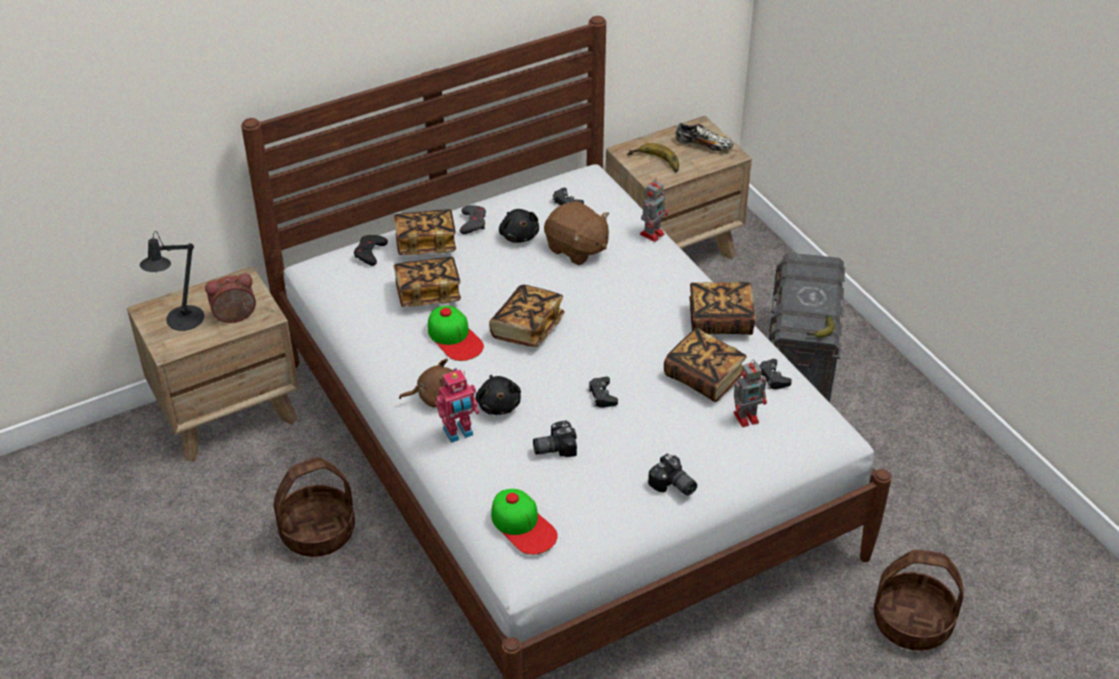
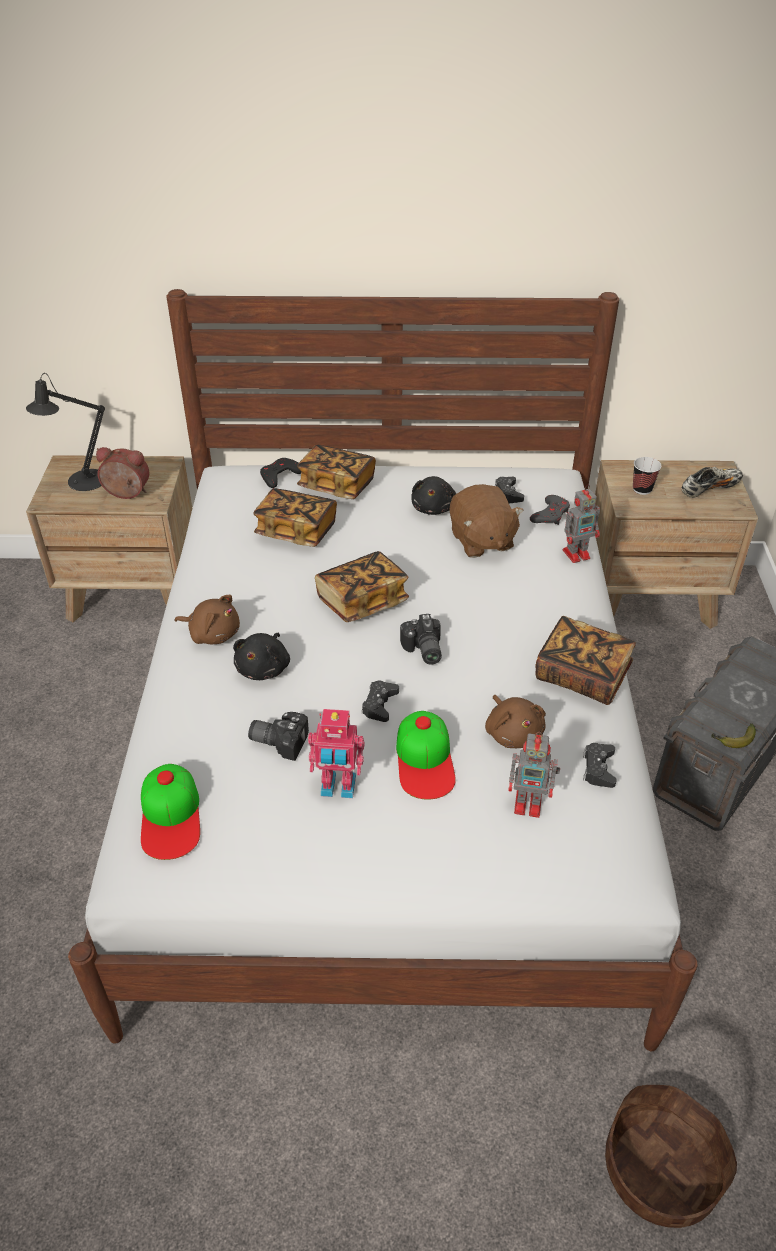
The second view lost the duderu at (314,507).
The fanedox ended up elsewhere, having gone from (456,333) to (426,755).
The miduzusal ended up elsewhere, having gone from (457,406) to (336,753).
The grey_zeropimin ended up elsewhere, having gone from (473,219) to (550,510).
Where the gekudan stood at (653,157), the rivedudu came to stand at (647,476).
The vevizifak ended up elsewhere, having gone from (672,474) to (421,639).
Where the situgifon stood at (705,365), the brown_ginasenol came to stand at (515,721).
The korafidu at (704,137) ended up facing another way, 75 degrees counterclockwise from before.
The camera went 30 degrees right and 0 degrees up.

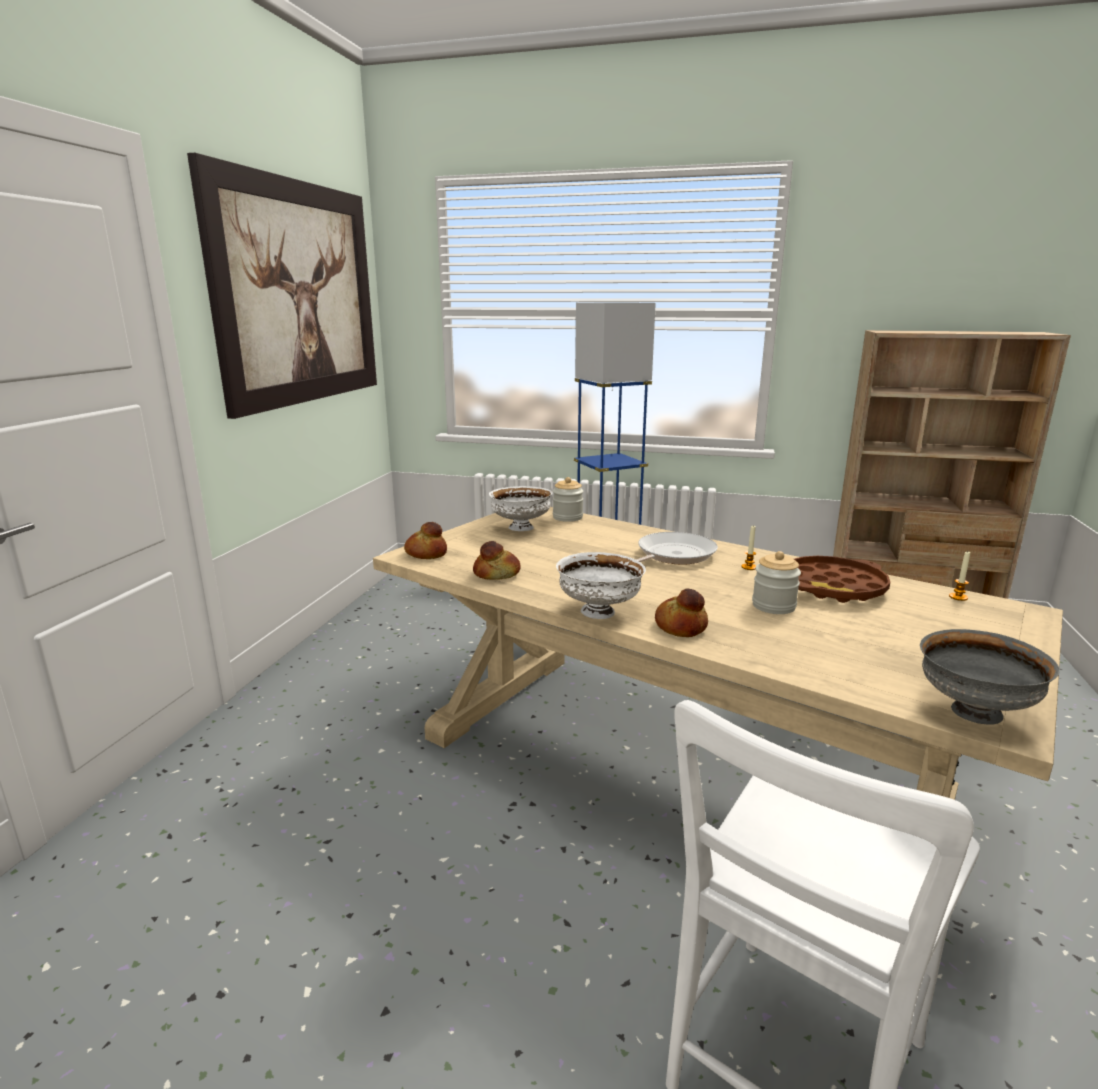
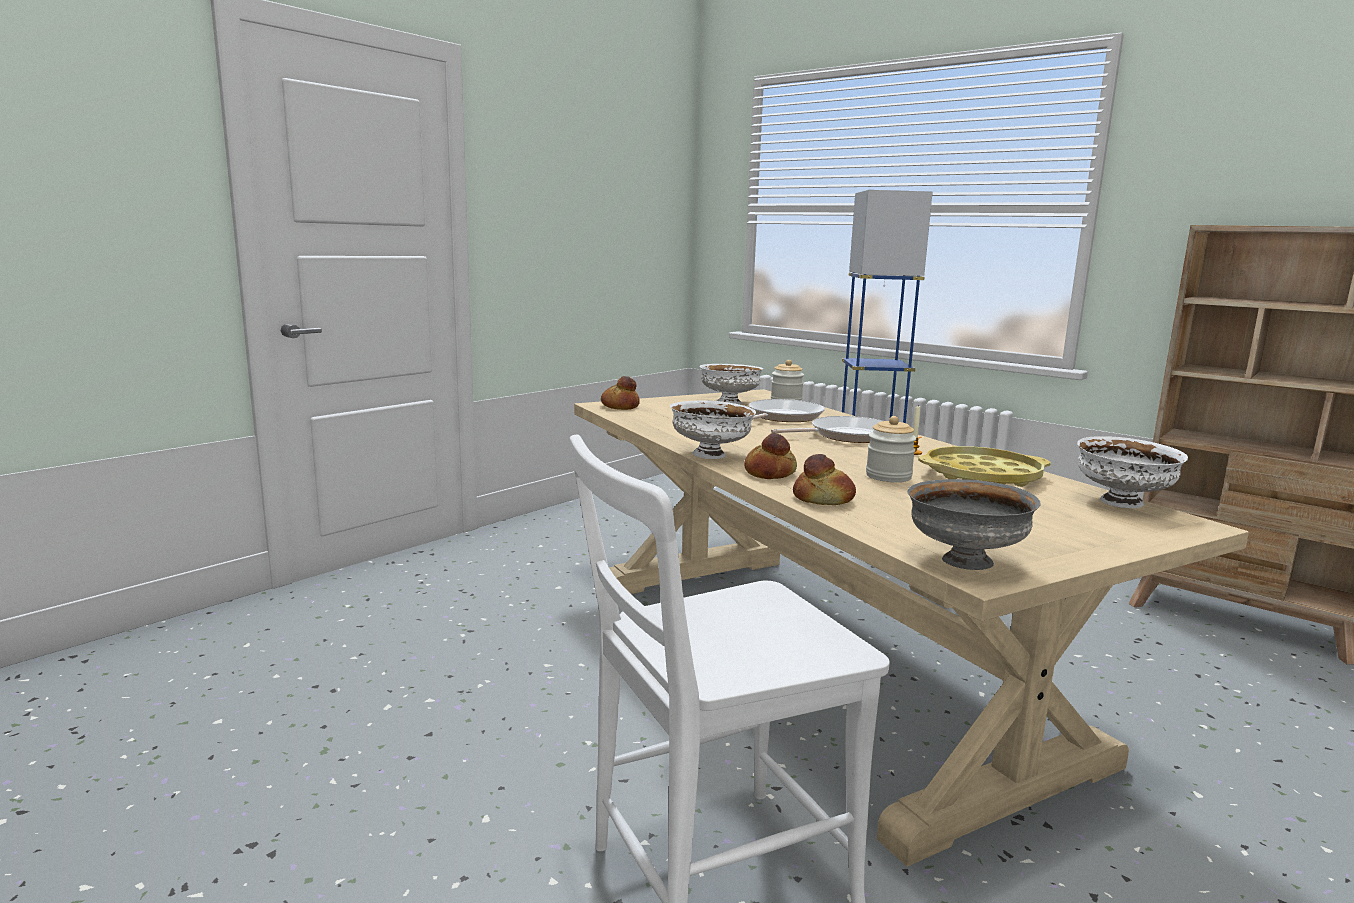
The second view lost the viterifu at (282,286).
The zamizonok ended up elsewhere, having gone from (497,560) to (824,479).
What was the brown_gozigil at (842,579) turned into the yellow_gozigil at (984,466).
Where the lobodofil stood at (960,576), the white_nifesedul came to stand at (1132,472).
The second view gained the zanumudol at (787,410).
The camera went 25 degrees right and 5 degrees down.

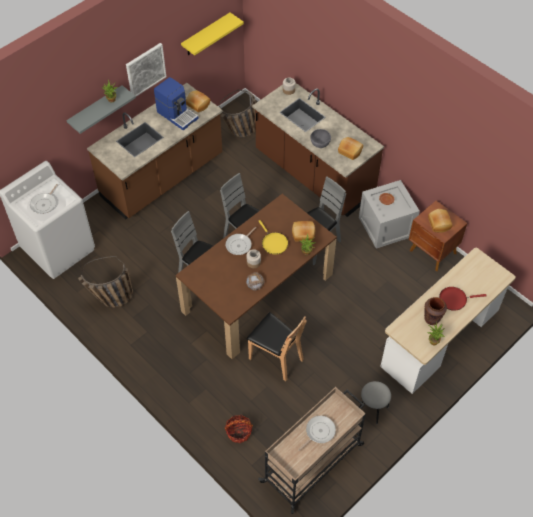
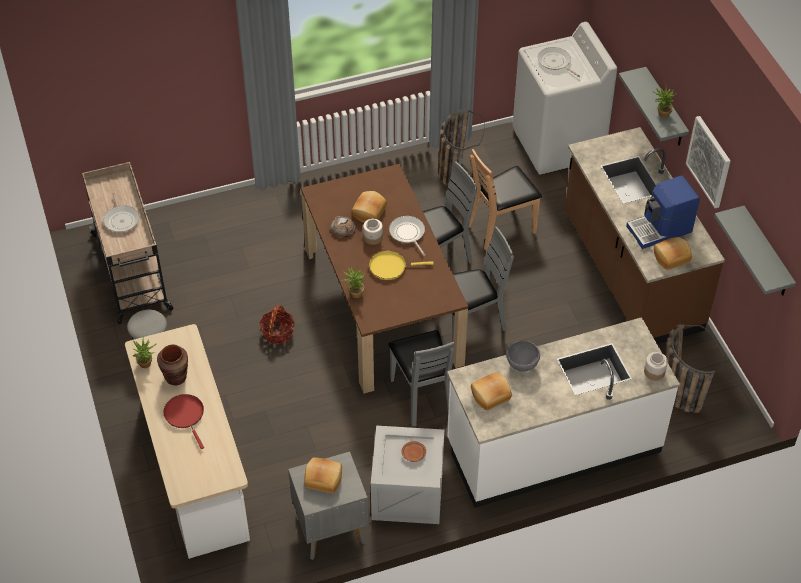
What was the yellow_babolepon at (212,34) turned into the grey_babolepon at (755,251).
The duderu ended up elsewhere, having gone from (239,429) to (277,324).
The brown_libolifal ended up elsewhere, having gone from (277,346) to (505,200).
What was the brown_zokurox at (318,150) turned into the white_zokurox at (563,412).
The zamizonok ended up elsewhere, having gone from (303,231) to (369,207).
What was the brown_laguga at (438,236) turned into the grey_laguga at (328,506).
The red_zanumudol at (463,299) ended up facing another way, 45 degrees counterclockwise from before.
The camera went 115 degrees right and 5 degrees down.

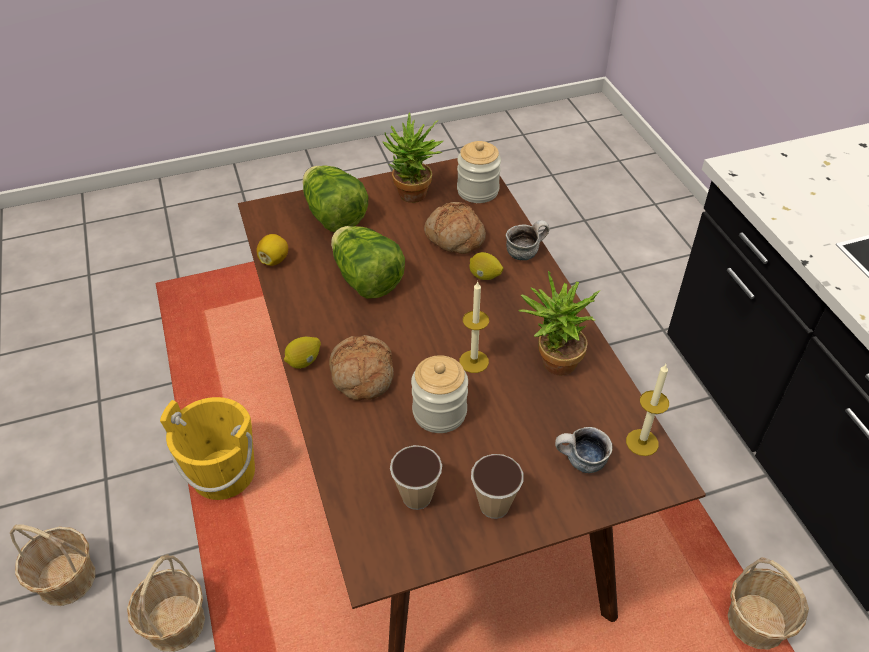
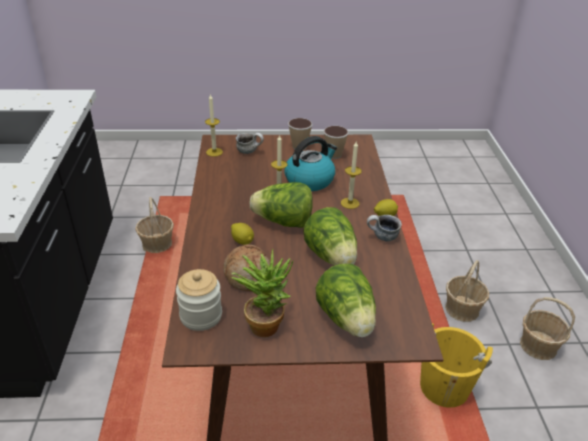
The second view lost the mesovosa at (272,250).
Where the zamizonok stood at (361,368), the lobodofil came to stand at (351,175).
Where the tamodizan stood at (439,394), the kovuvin came to stand at (310,163).
The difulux ended up elsewhere, having gone from (528,240) to (384,228).
The second view lost the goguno at (559,323).
The second view gained the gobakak at (281,205).
The camera went 165 degrees left and 10 degrees down.

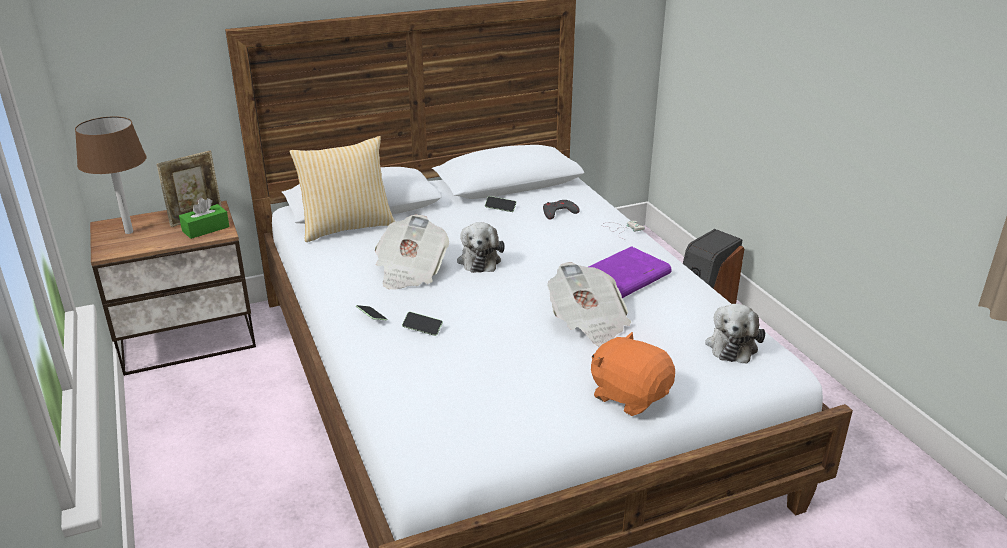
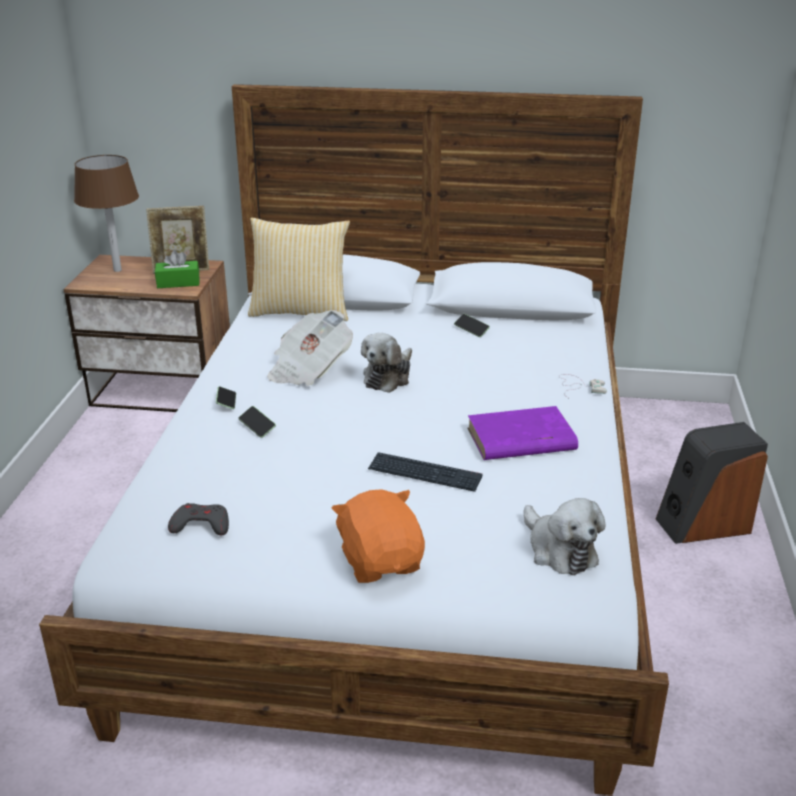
The grey_zeropimin ended up elsewhere, having gone from (561,209) to (198,519).
Where the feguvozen stood at (589,304), the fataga came to stand at (425,472).
The ginasenol at (735,334) ended up facing another way, 75 degrees counterclockwise from before.
The camera went 30 degrees right and 0 degrees up.

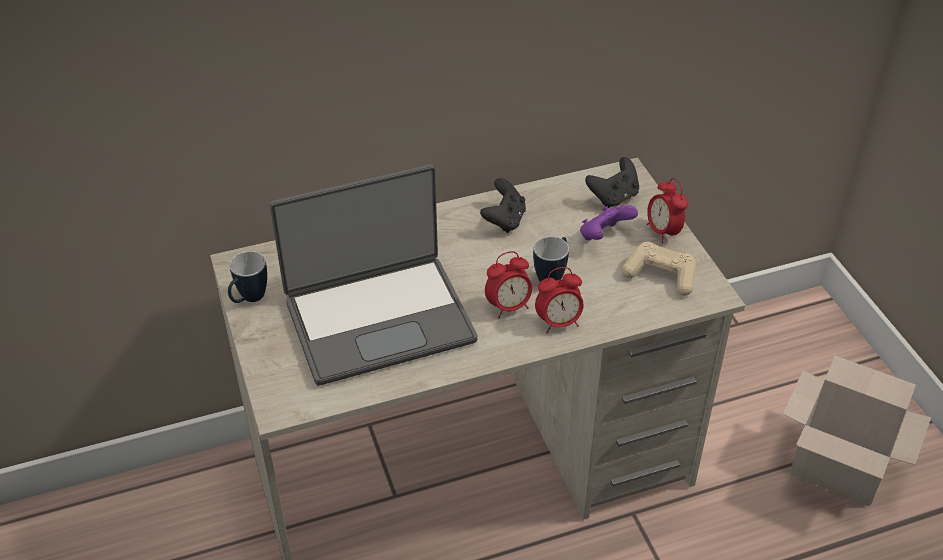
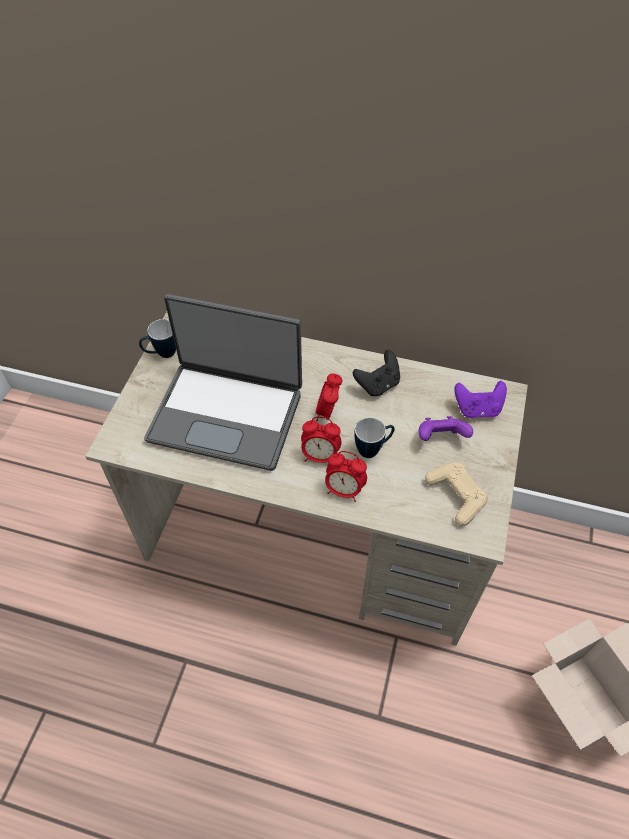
What was the black_zeropimin at (612,182) turned into the purple_zeropimin at (480,400).
The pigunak ended up elsewhere, having gone from (667,211) to (328,397).
The camera went 35 degrees right and 10 degrees up.

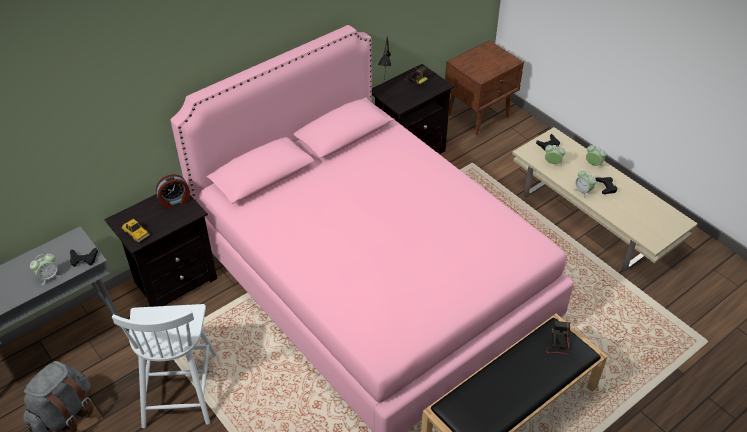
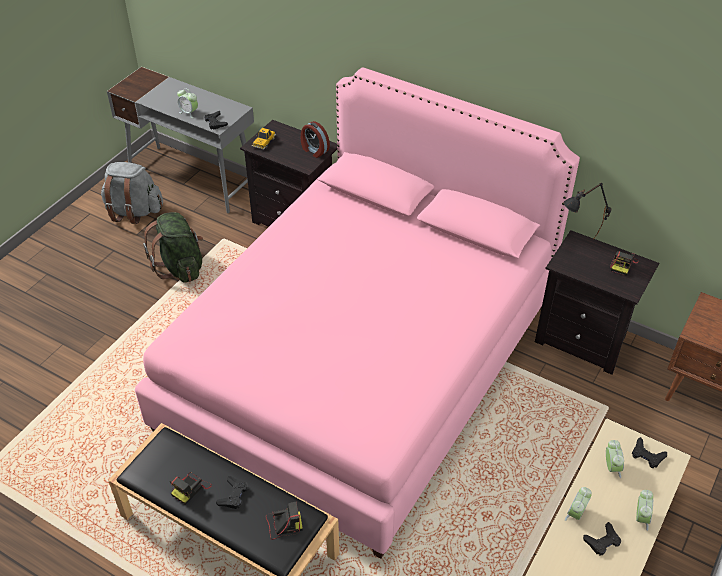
Where the white_libolifal stood at (164,366), the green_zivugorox came to stand at (173,247).
The second view gained the vevizifak at (191,488).
The second view gained the black_zeropimin at (232,492).
The camera went 70 degrees right and 0 degrees up.

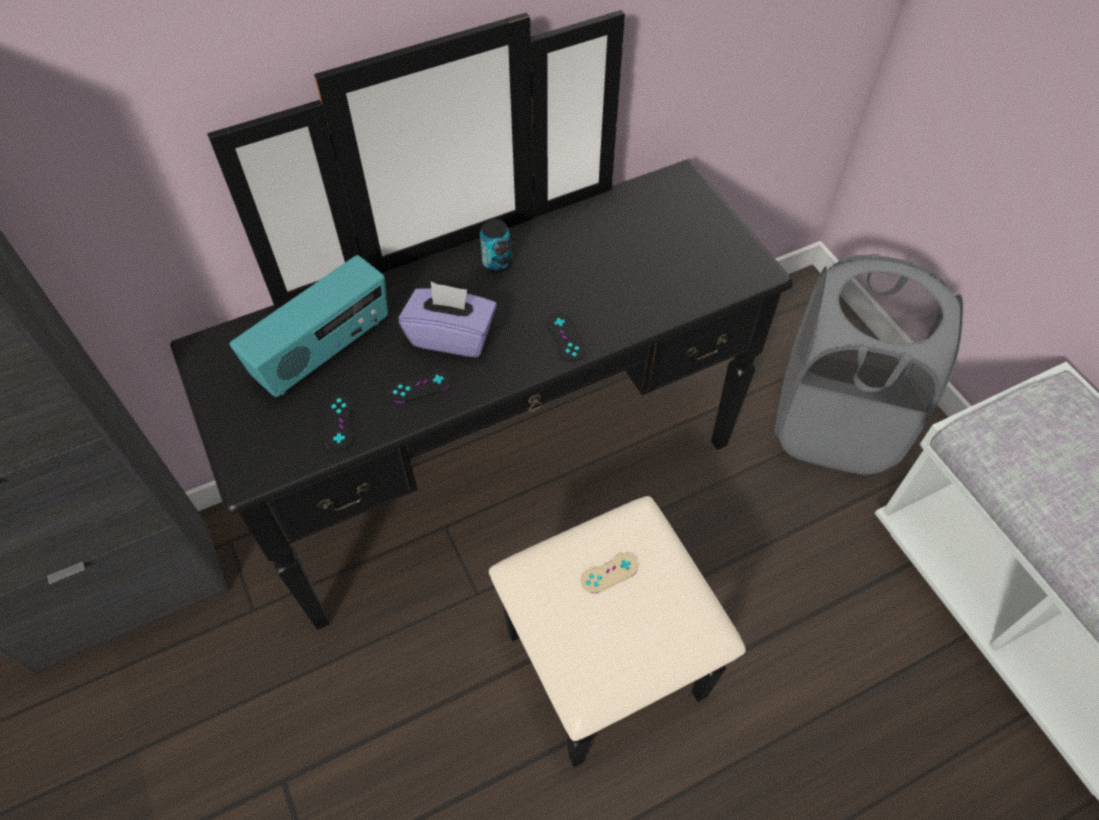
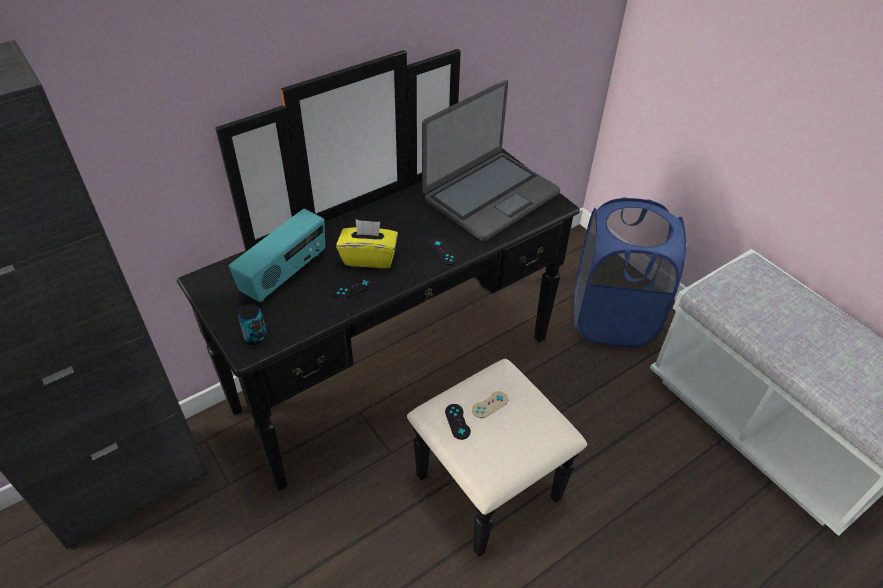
The black_zeropimin ended up elsewhere, having gone from (339,422) to (458,422).
What was the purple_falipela at (447,319) turned into the yellow_falipela at (367,243).
The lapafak ended up elsewhere, having gone from (496,246) to (252,324).
What was the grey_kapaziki at (868,364) turned into the blue_kapaziki at (630,272).
The second view gained the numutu at (491,160).
The camera went 10 degrees left and 10 degrees down.

